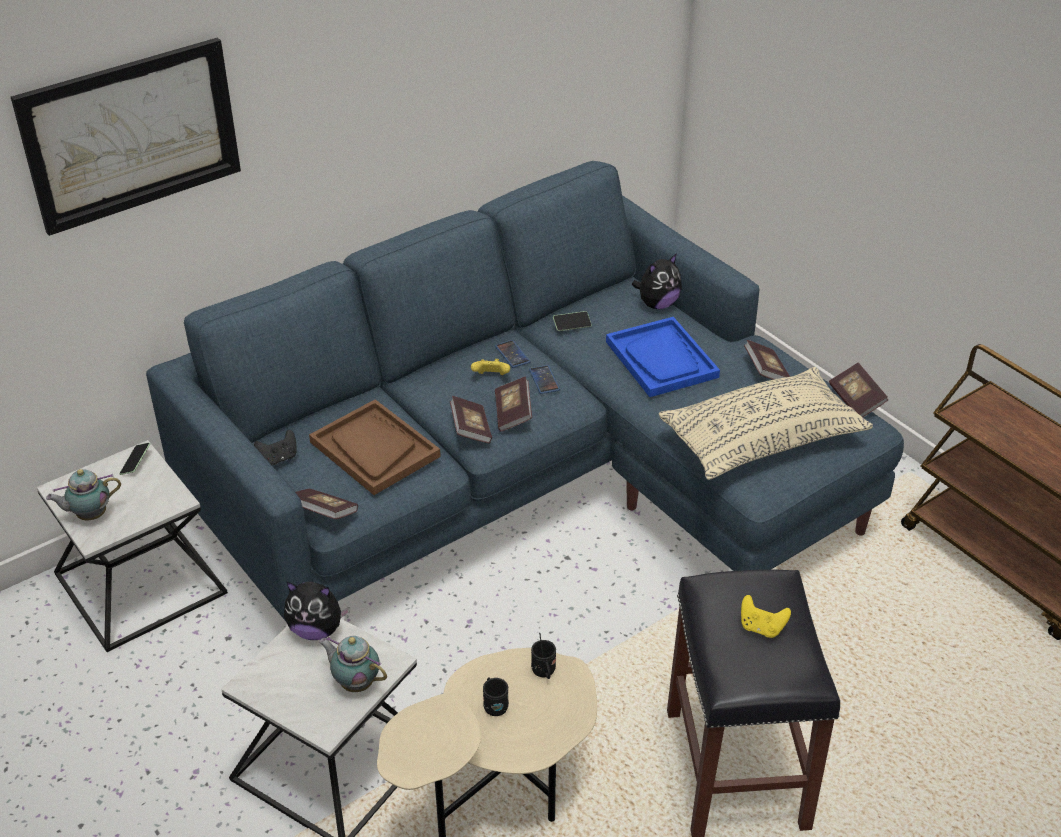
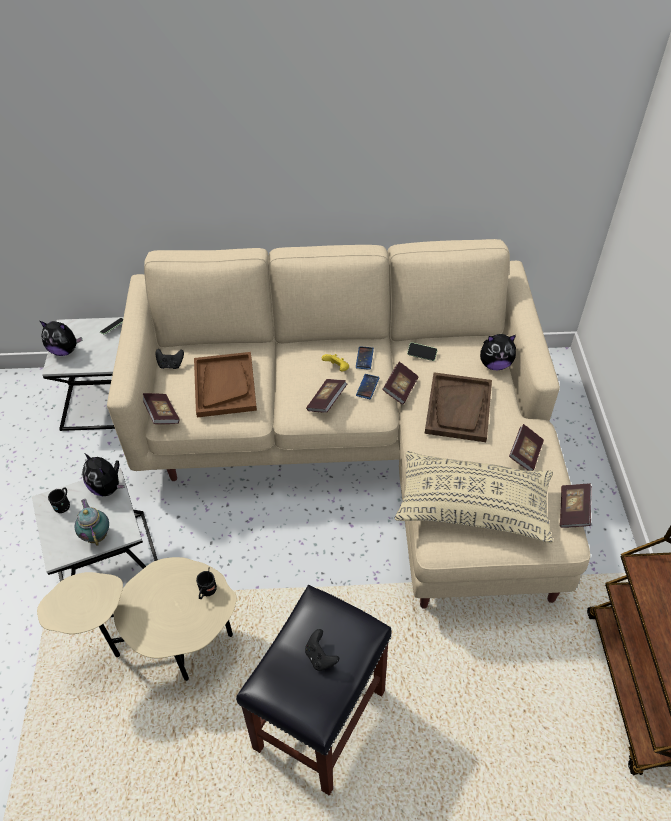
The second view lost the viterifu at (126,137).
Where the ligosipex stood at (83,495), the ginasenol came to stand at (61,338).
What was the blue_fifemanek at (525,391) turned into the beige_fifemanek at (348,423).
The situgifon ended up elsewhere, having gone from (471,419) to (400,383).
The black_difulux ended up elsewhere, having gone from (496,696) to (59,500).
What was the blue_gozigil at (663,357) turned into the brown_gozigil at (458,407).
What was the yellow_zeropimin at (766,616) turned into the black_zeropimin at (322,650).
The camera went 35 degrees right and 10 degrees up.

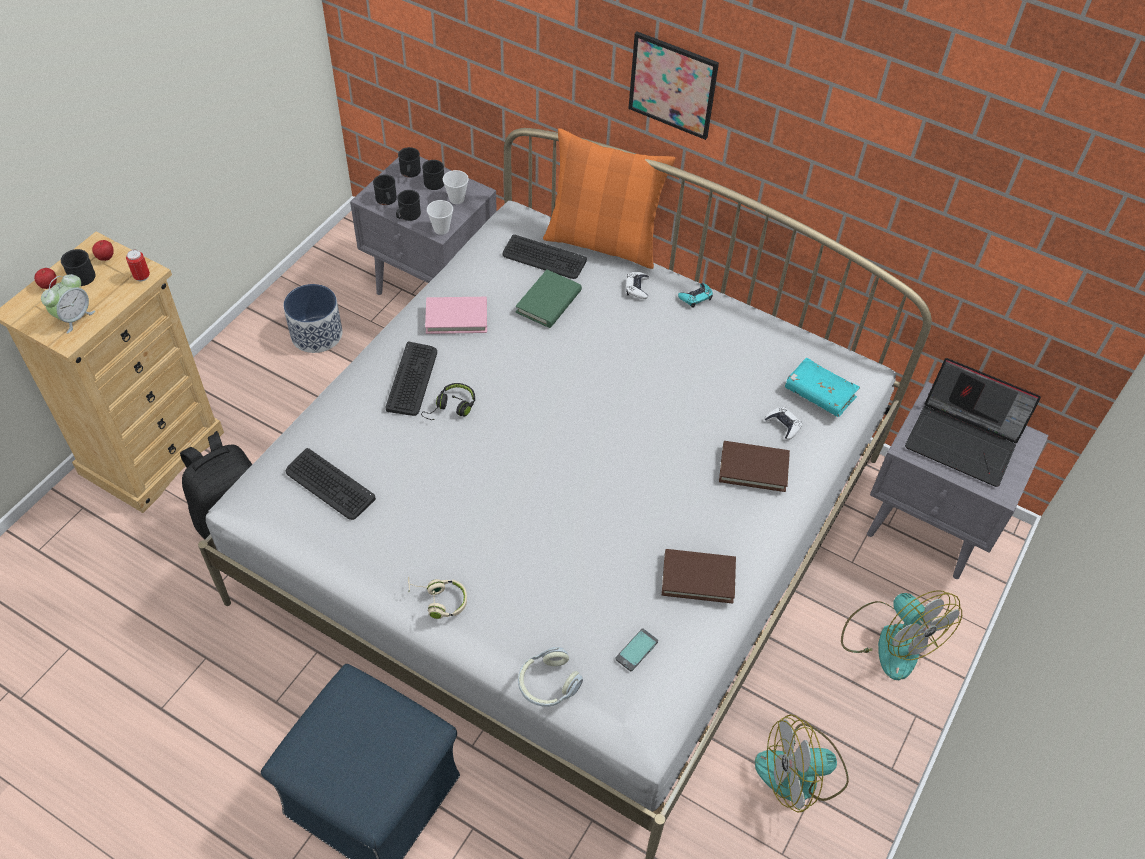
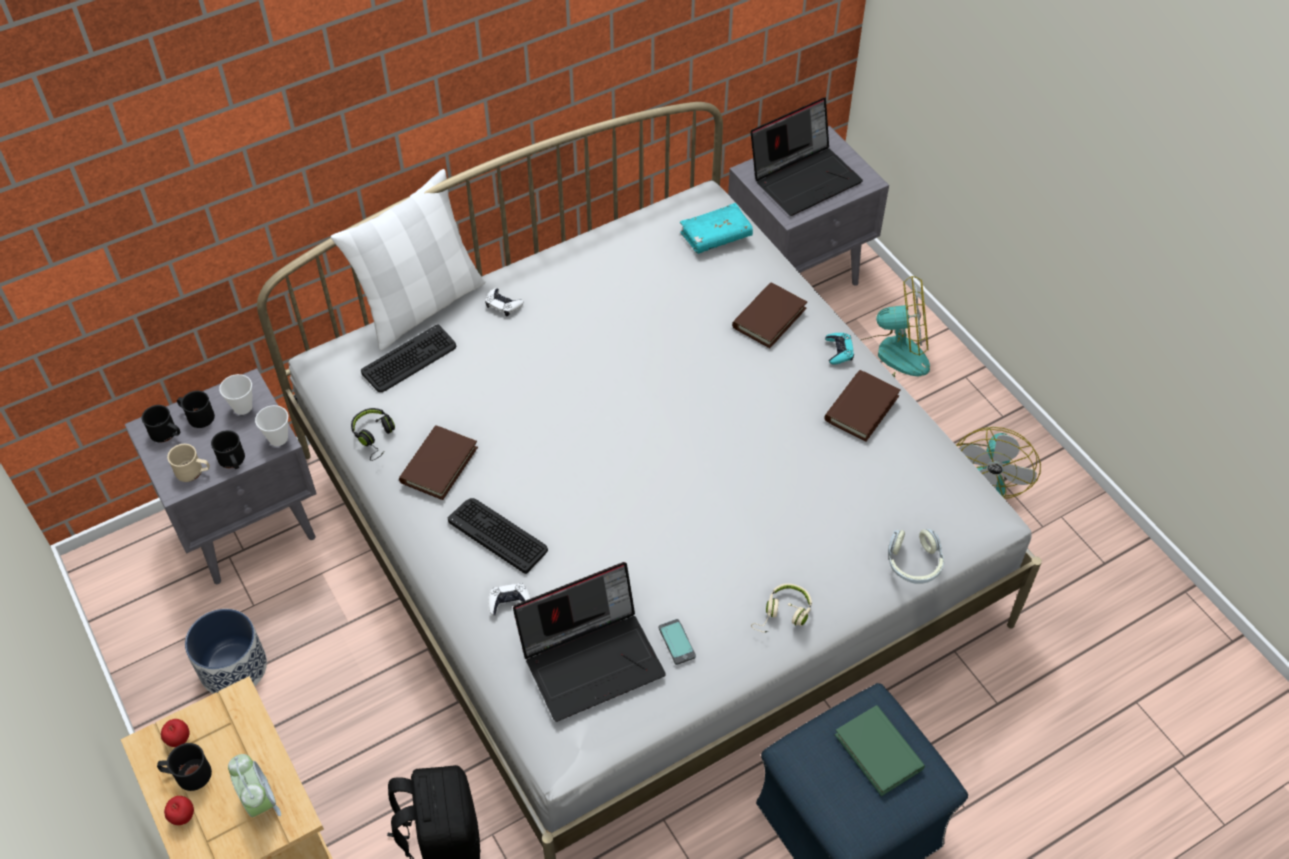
The second view lost the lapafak at (138,265).
Where the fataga stood at (331,484), the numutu came to stand at (589,642).
What was the black_difulux at (385,190) turned into the beige_difulux at (188,463).
The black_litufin ended up elsewhere, having gone from (448,401) to (373,434).
What was the pink_situgifon at (456,315) turned into the brown_situgifon at (438,462).
The green_situgifon ended up elsewhere, having gone from (549,299) to (880,750).
What was the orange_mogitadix at (609,198) turned into the white_mogitadix at (408,259).
The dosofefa ended up elsewhere, having gone from (637,650) to (677,642).
The second view lost the viterifu at (673,86).
The turquoise_zeropimin ended up elsewhere, having gone from (695,295) to (839,349).
The white_zeropimin ended up elsewhere, having gone from (783,423) to (510,599).
The camera went 60 degrees left and 0 degrees up.

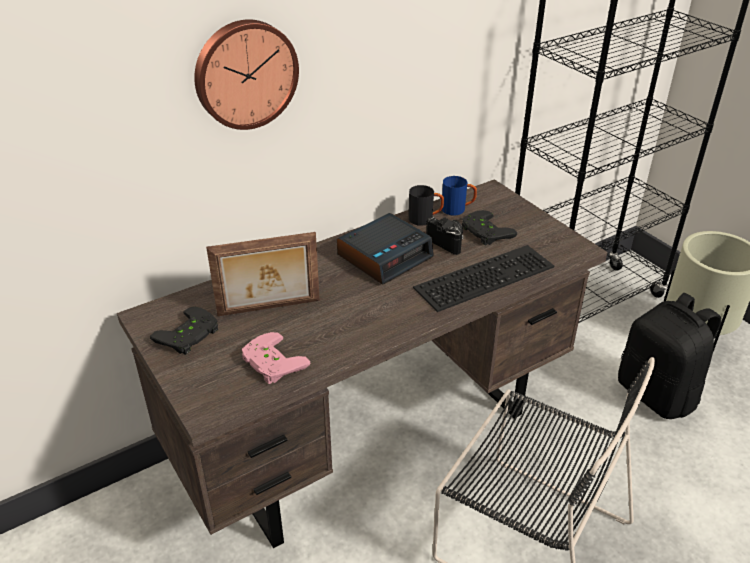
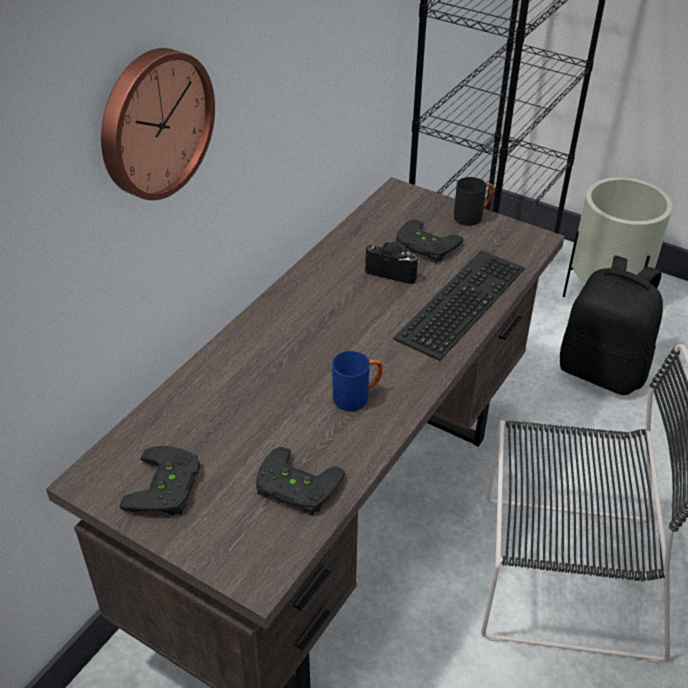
The second view lost the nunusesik at (263,274).
What was the pink_zeropimin at (276,358) turned into the black_zeropimin at (300,481).
The second view lost the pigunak at (385,249).
The black_difulux ended up elsewhere, having gone from (426,205) to (474,201).
The blue_difulux ended up elsewhere, having gone from (459,196) to (357,381).
The camera went 25 degrees left and 5 degrees up.

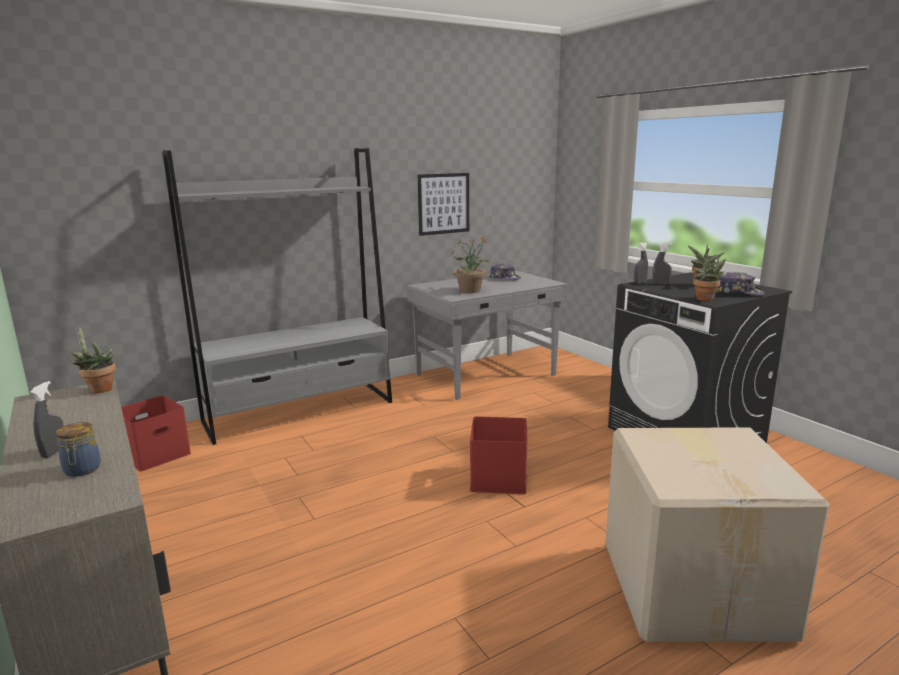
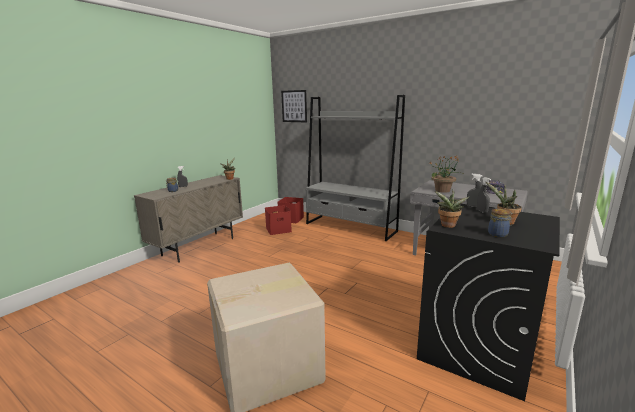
The viterifu ended up elsewhere, having gone from (443,204) to (294,106).
The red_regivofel ended up elsewhere, having gone from (499,455) to (278,220).
Where the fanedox stood at (740,283), the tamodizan came to stand at (500,223).
The camera went 65 degrees right and 0 degrees up.

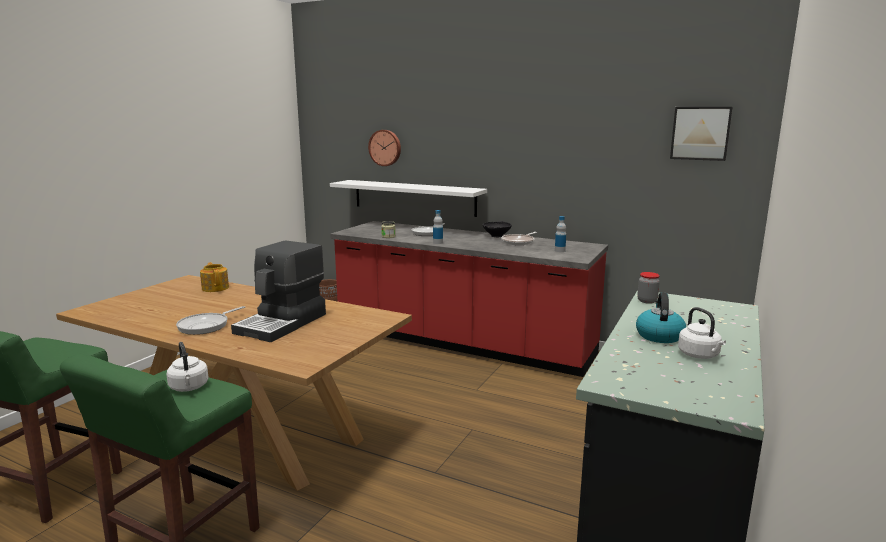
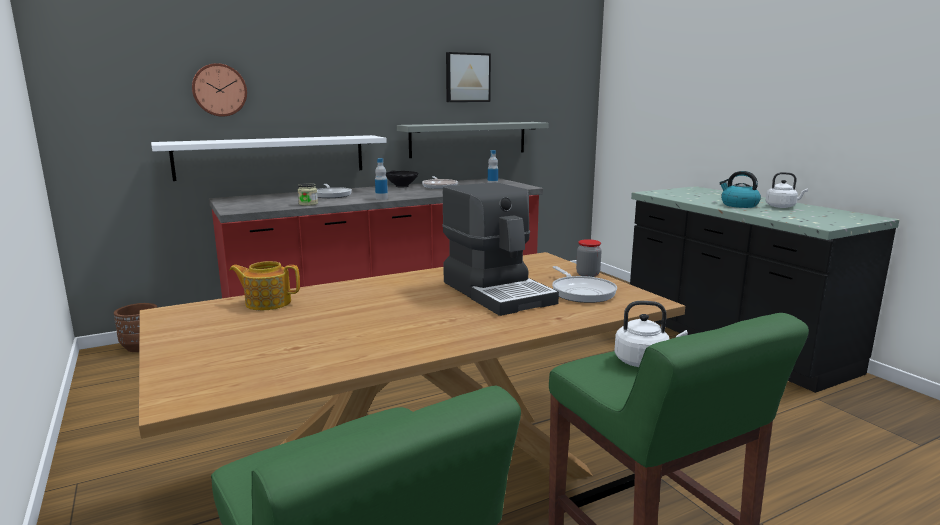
The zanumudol ended up elsewhere, having gone from (210,320) to (584,284).
The tamodizan ended up elsewhere, having gone from (648,288) to (589,258).
The viterifu ended up elsewhere, having gone from (701,134) to (468,77).
The second view gained the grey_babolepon at (473,140).
The camera went 55 degrees left and 0 degrees up.

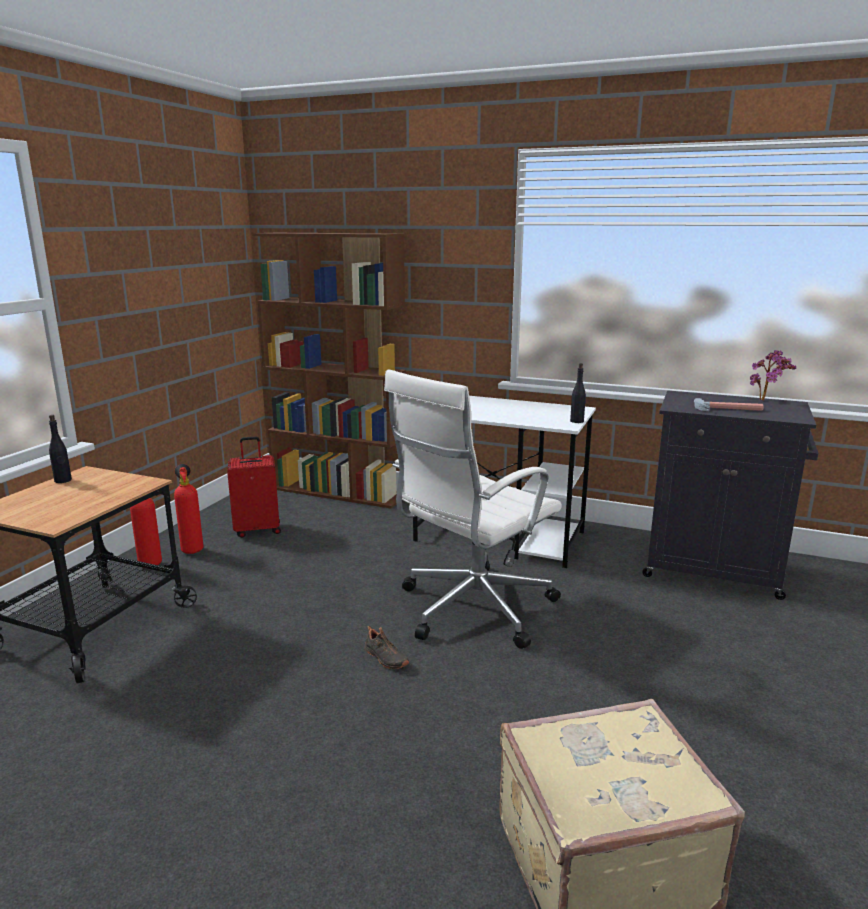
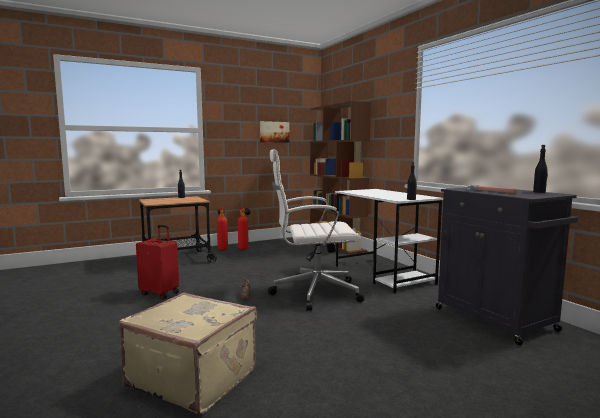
The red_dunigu ended up elsewhere, having gone from (254,487) to (157,262).
Where the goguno stood at (773,375), the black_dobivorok came to stand at (540,169).
The second view gained the viterifu at (274,132).
The camera went 40 degrees right and 10 degrees down.

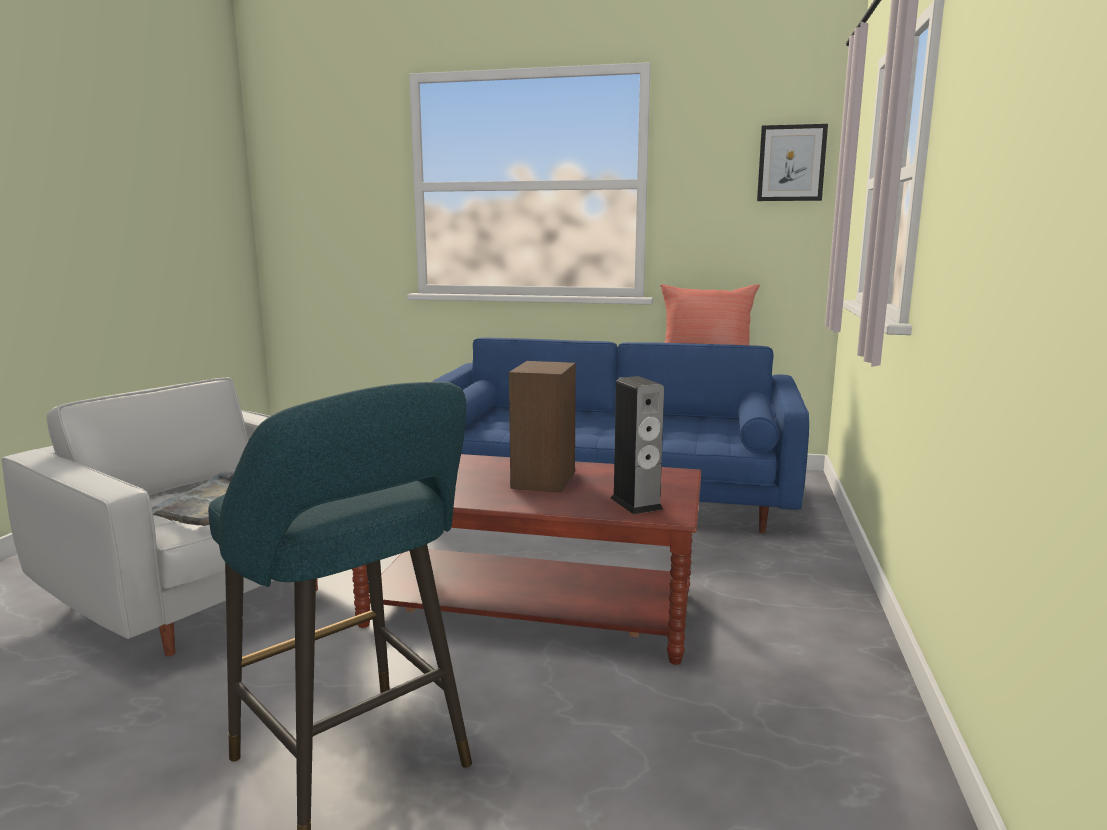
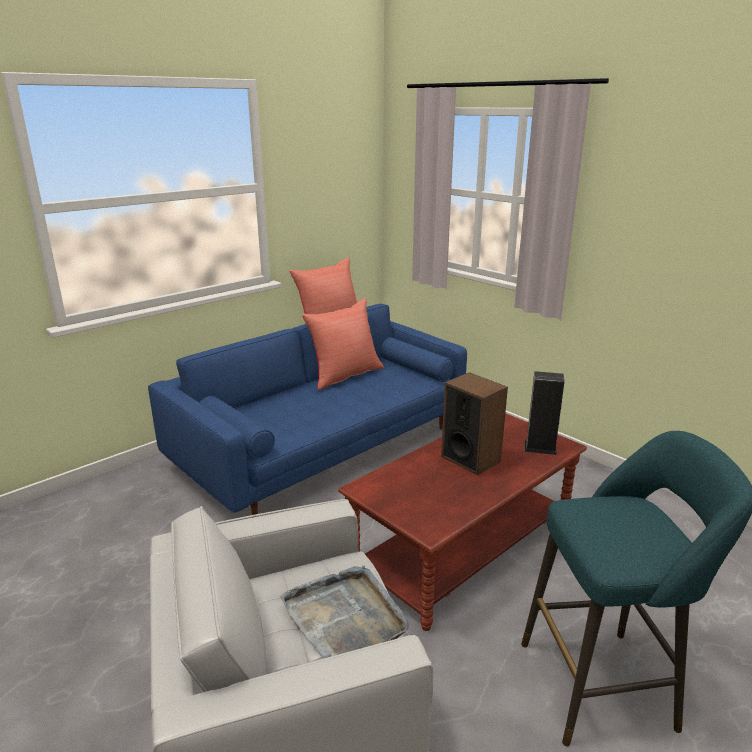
The second view lost the viterifu at (792,162).
The second view gained the red_mogitadix at (343,344).
The camera went 55 degrees left and 10 degrees up.

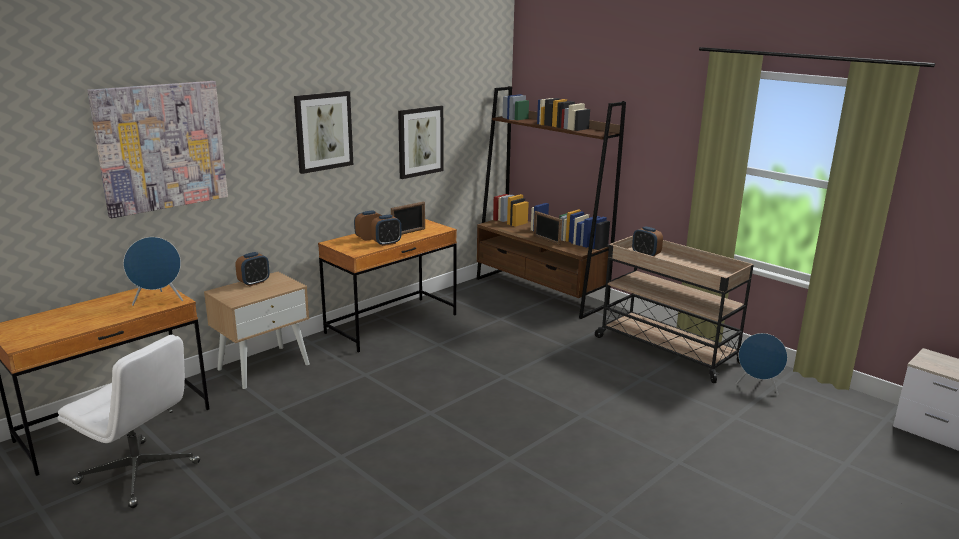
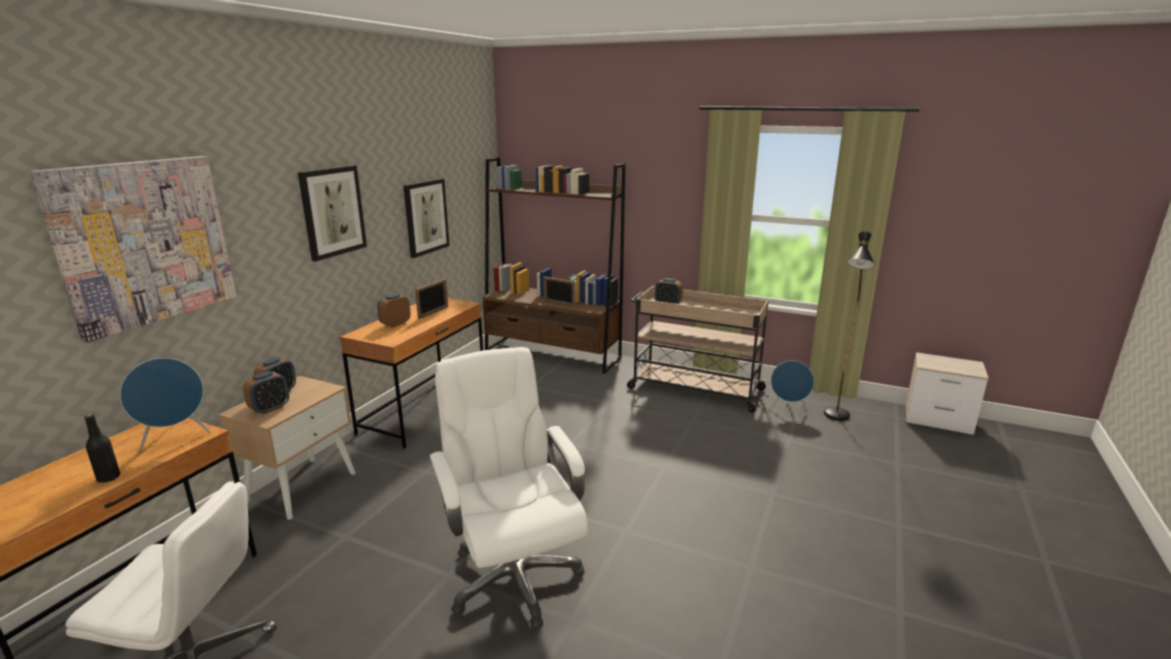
The pigunak ended up elsewhere, having gone from (386,230) to (266,393).
The second view gained the black_dobivorok at (102,448).
The second view gained the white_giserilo at (508,488).
The second view gained the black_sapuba at (849,326).
The camera went 20 degrees left and 0 degrees up.

